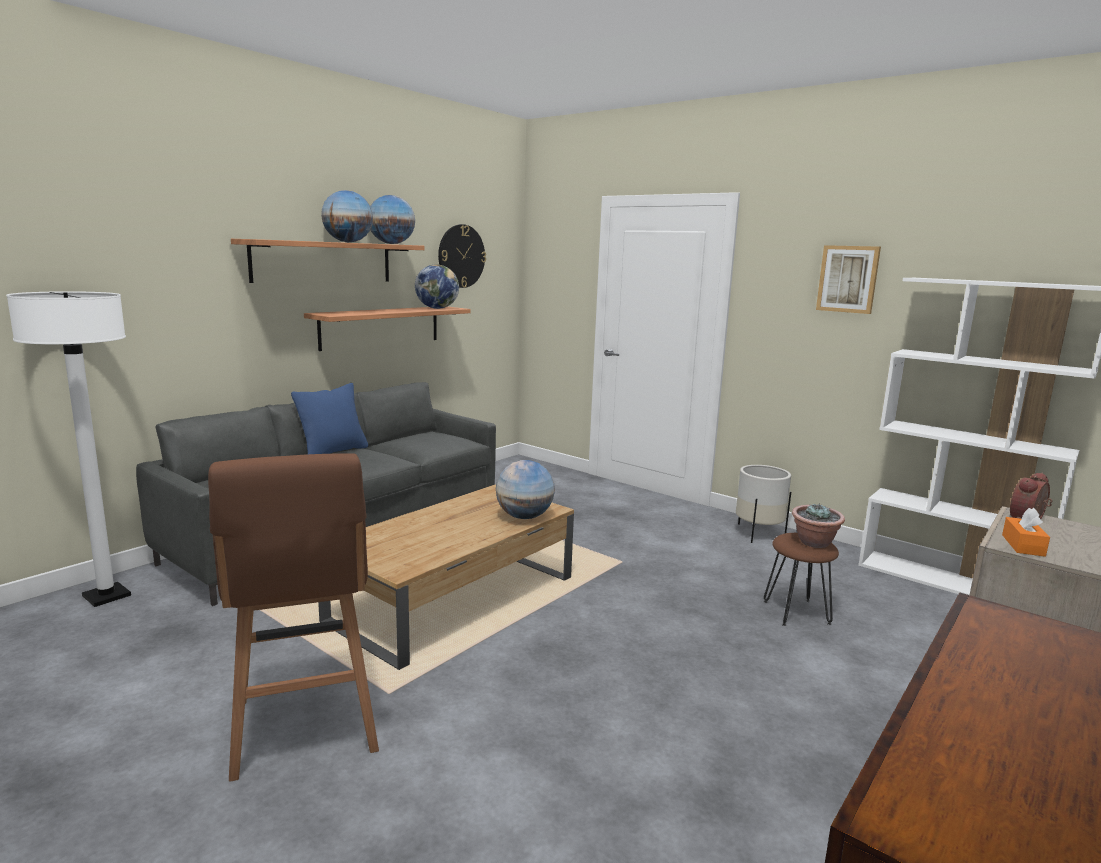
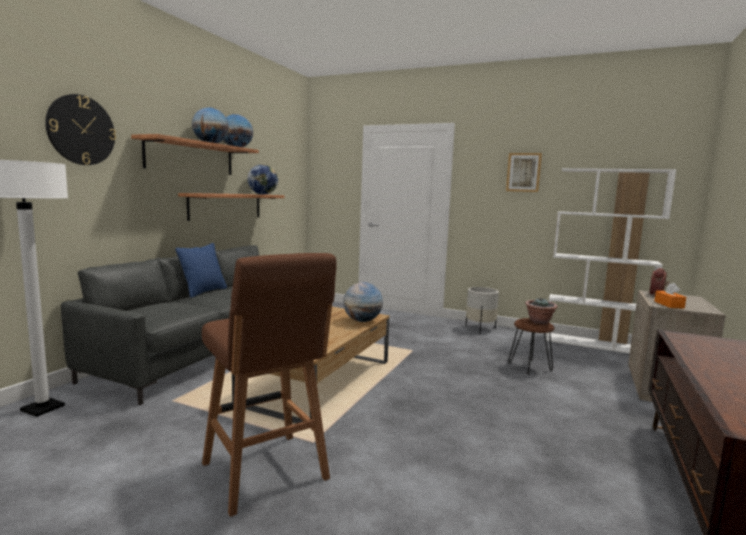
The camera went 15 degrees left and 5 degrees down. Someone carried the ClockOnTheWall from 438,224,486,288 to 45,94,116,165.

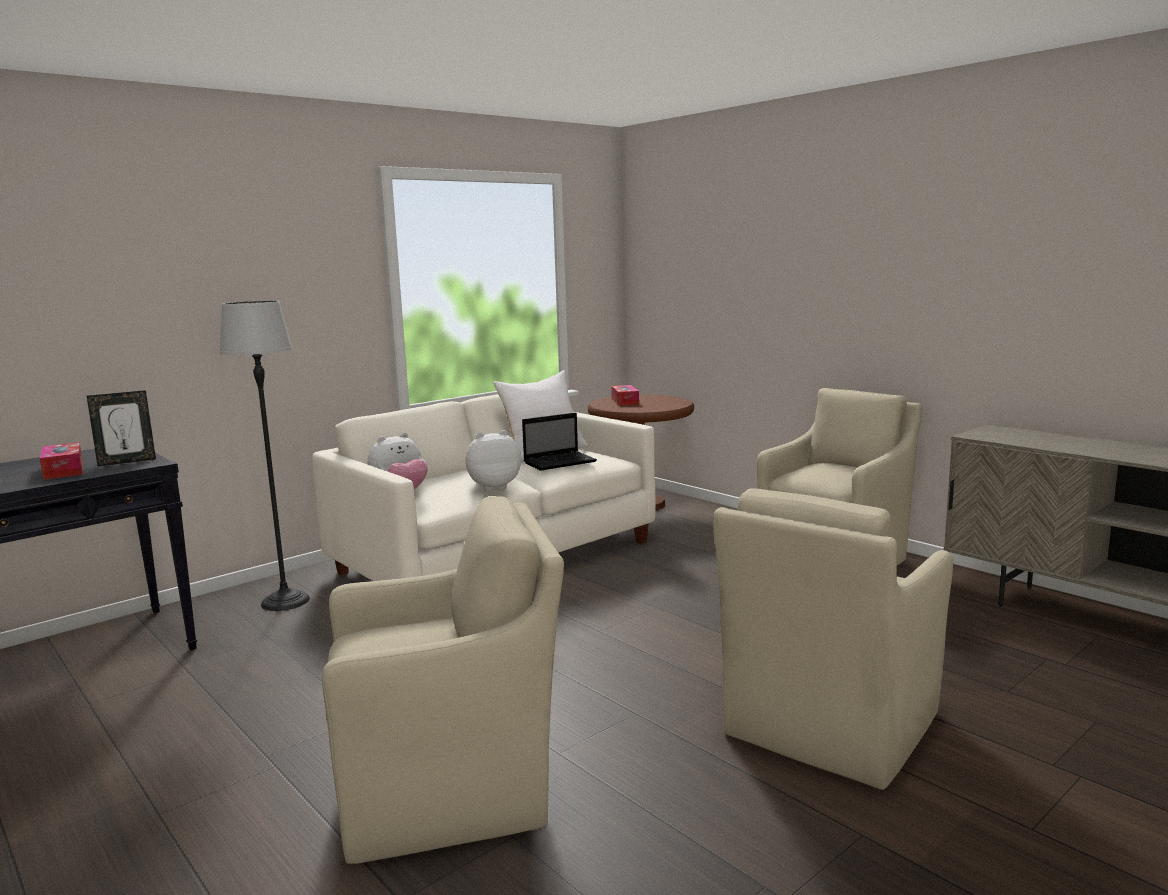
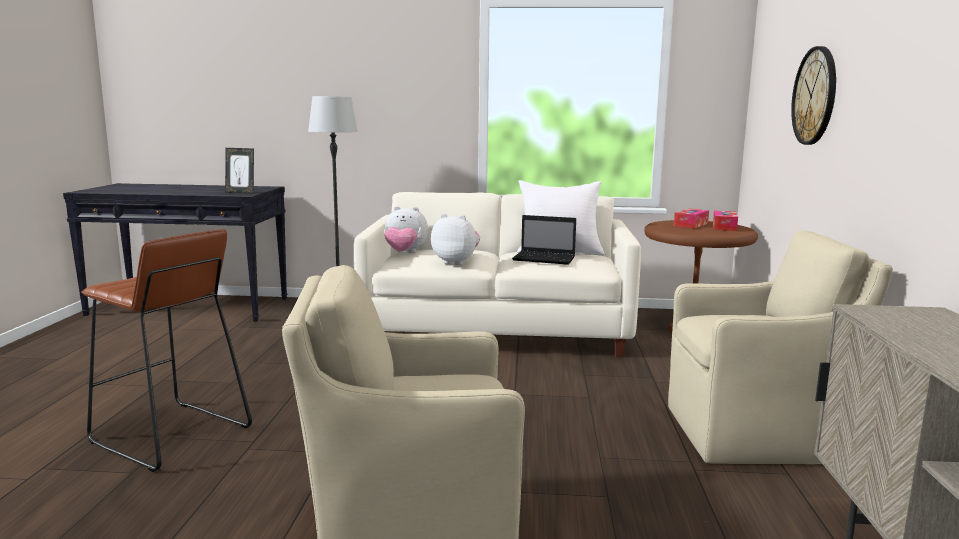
The camera went 45 degrees right and 0 degrees up. Someone put up the ClockOnTheWall at 791,46,836,145. Someone carried the TissueHolder from 40,442,83,480 to 713,211,738,231. Someone swapped the SandColouredEasyChair at 322,496,564,864 for the BrownColouredStool at 81,229,252,472.

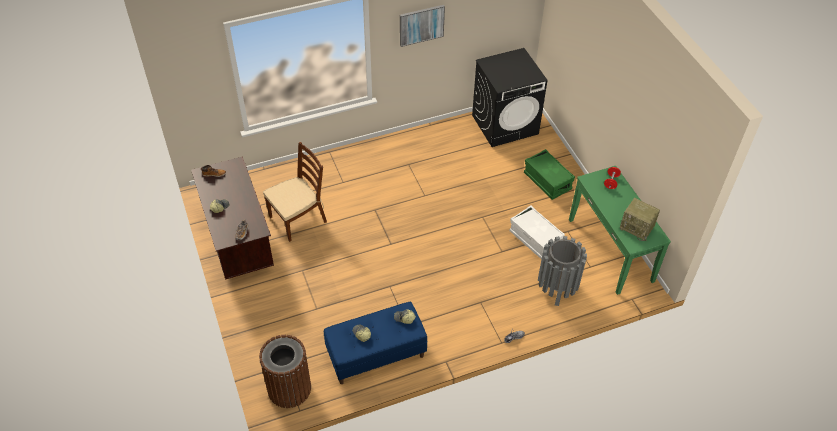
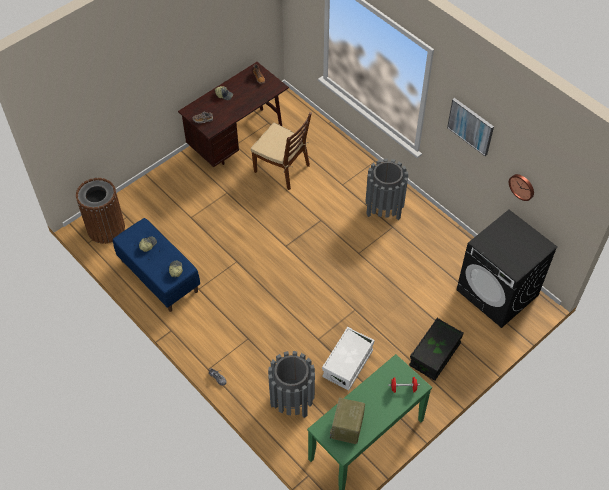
The camera went 70 degrees right and 5 degrees up. Someone put down the GrayWasteBin at 365,159,408,220. Someone put up the ClockOnTheWall at 509,174,534,201. Someone repainted the GreenStorageBin at 524,149,575,200, which became the BlackStorageBin at 409,318,464,381.

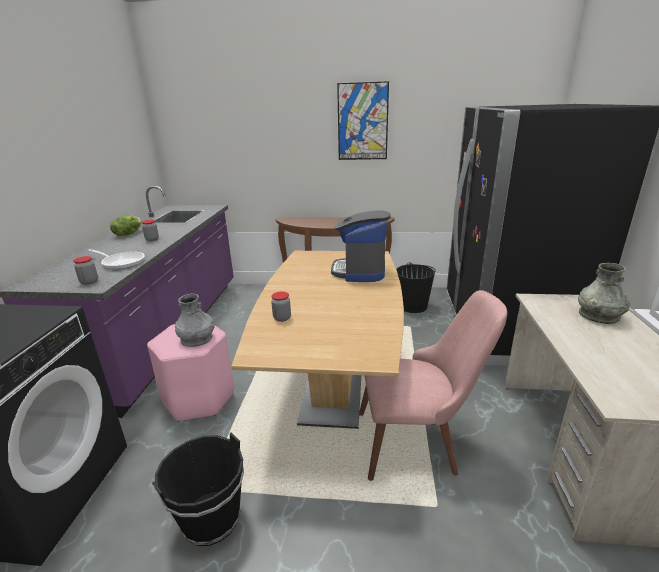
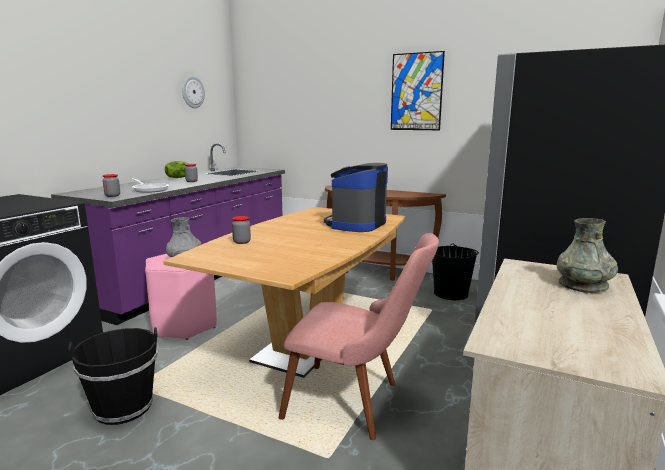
The camera went 20 degrees right and 10 degrees down. Someone put up the ClockOnTheWall at 182,76,205,108.

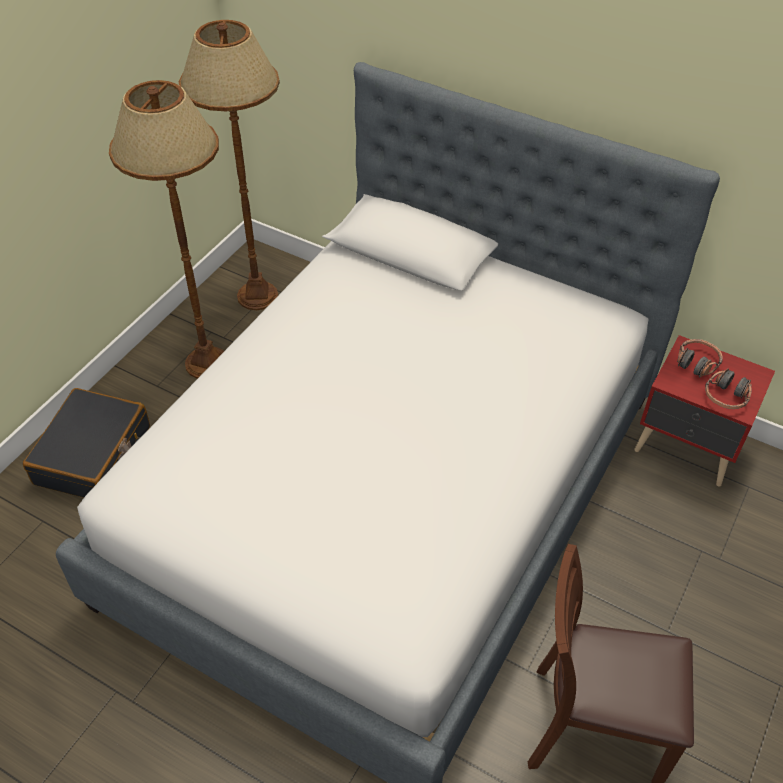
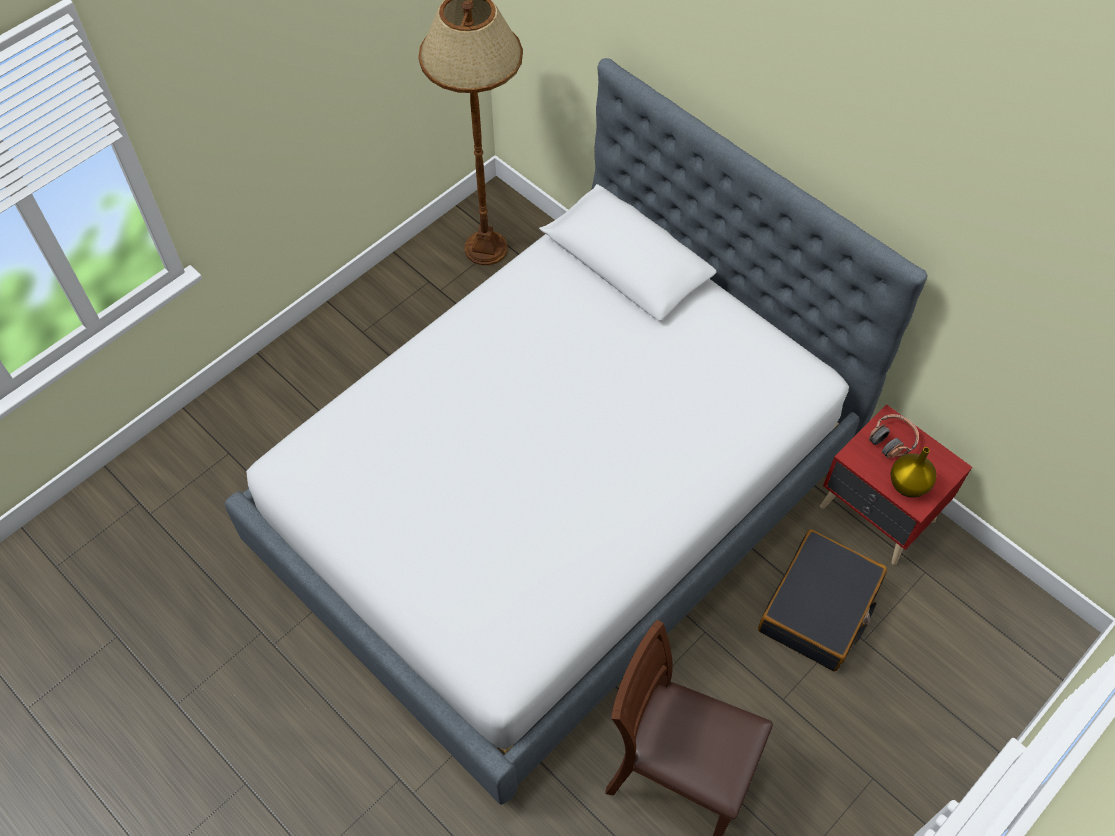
The camera went 15 degrees right and 10 degrees up. Someone took away the BrownColouredStandingLamp at 109,80,224,379. Someone carried the BlackSuitcase from 23,388,150,498 to 758,530,887,671. Someone swapped the Headset at 705,368,752,409 for the YellowishFlowerVase at 890,447,936,498.

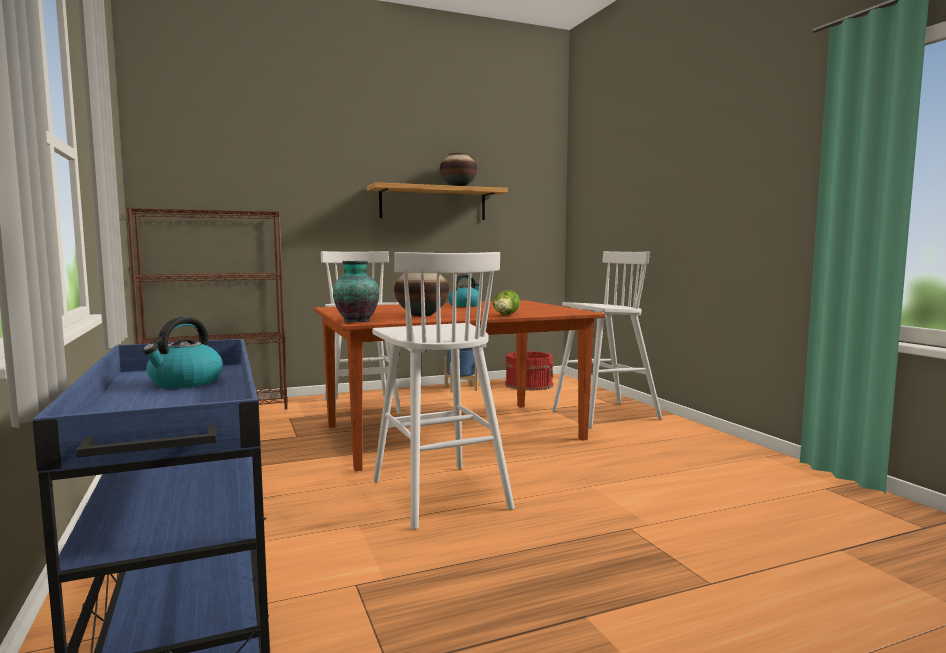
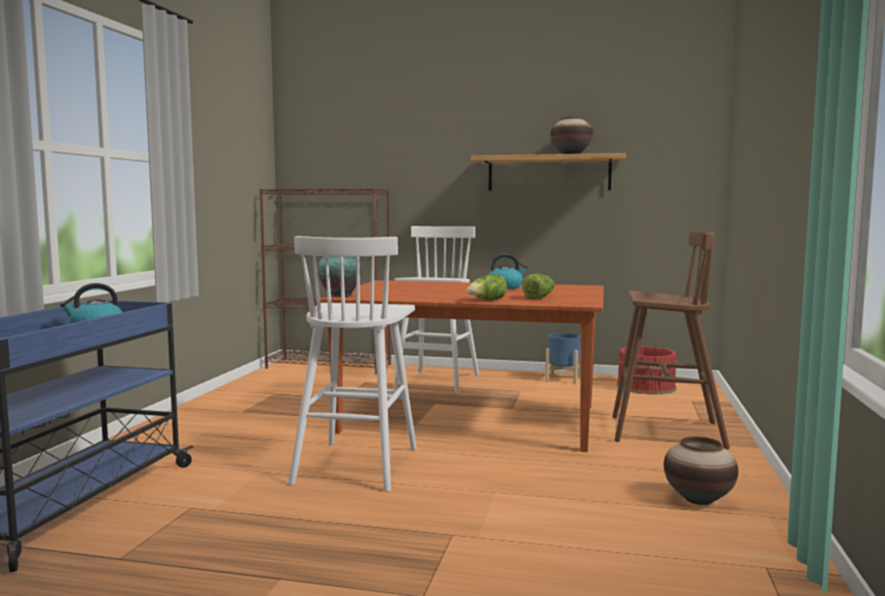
The camera went 35 degrees right and 0 degrees up. Someone put down the LettuceHead at 522,273,554,299. Someone carried the FlowerVase from 394,273,449,317 to 664,436,738,505. Someone repainted the WhiteStool at 552,251,662,428, which became the BrownColouredStool at 612,231,730,449.

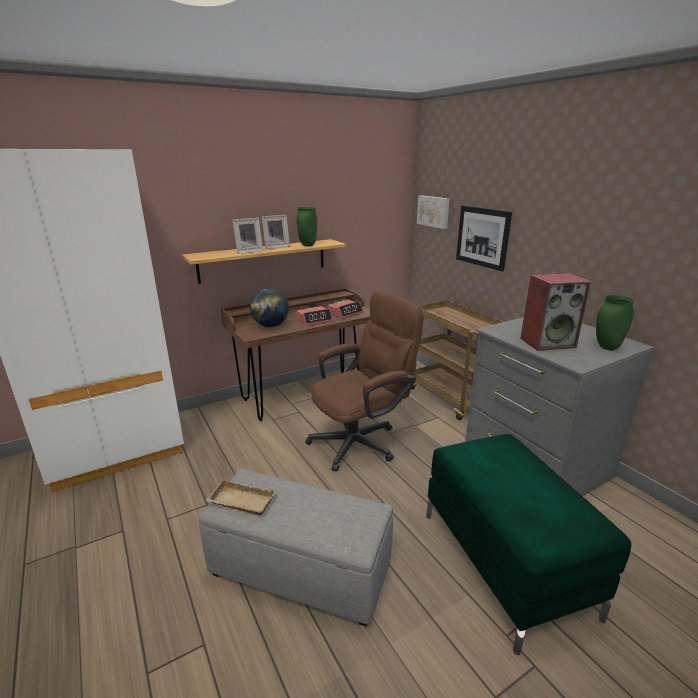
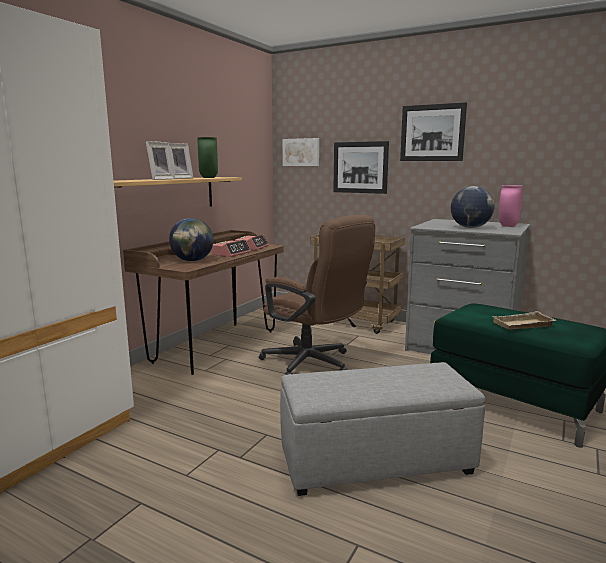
The camera went 30 degrees left and 10 degrees down. Someone put up the WallArt at 400,102,467,161. Someone carried the SandColouredServingTray from 206,479,276,516 to 492,311,556,329. Someone swapped the AudioSpeaker at 520,273,591,351 for the DeskGlobe at 451,186,494,228. Someone repainted the GreenFlowerVase at 596,295,634,351, which became the PinkFlowerVase at 499,185,523,227. Someone rotated the BrownColouredDeskChair at 305,291,424,472 by 105 degrees clockwise.

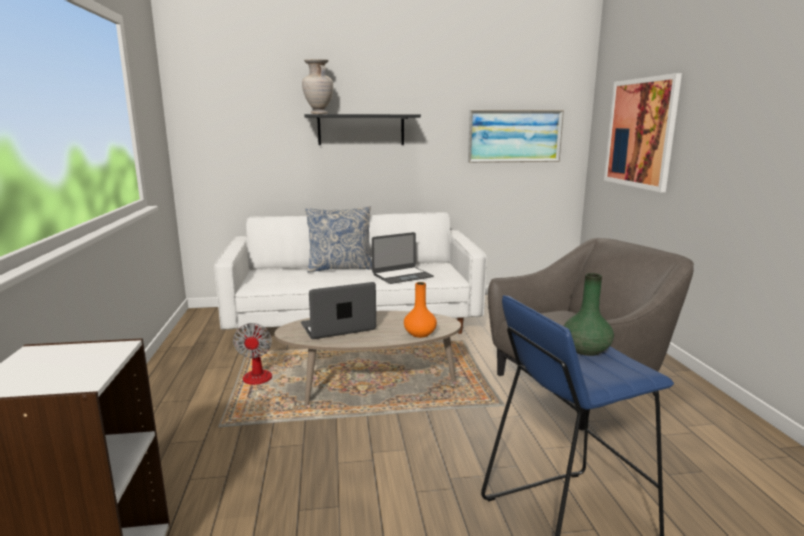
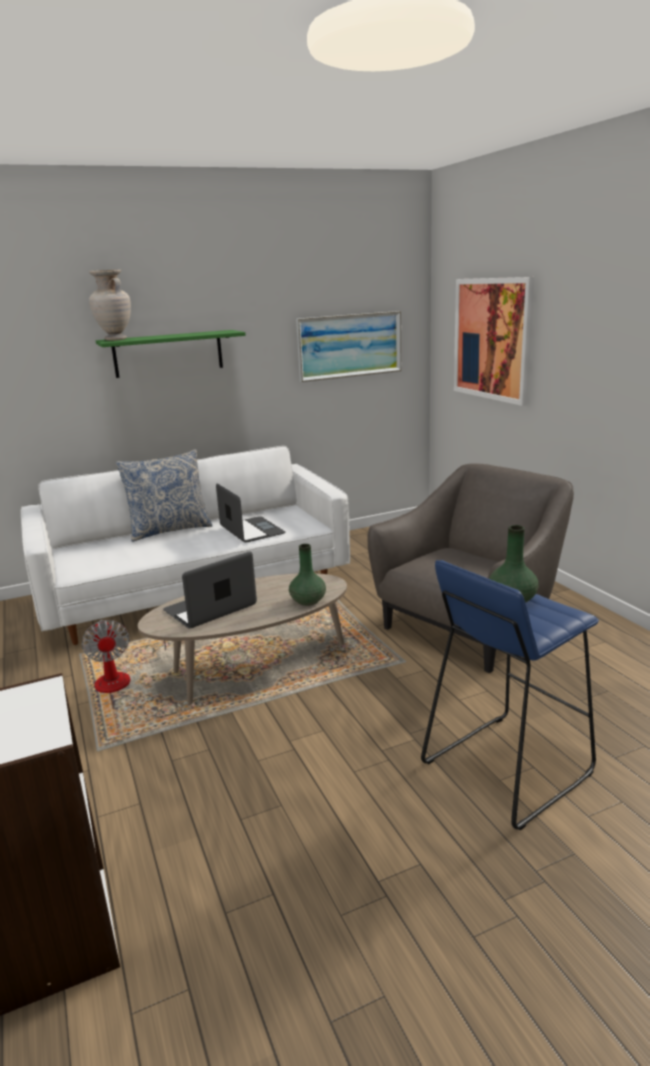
The camera went 15 degrees left and 5 degrees up. Someone repainted the BlackShelf at 304,114,421,145, which became the GreenShelf at 96,330,246,378. Someone repainted the OrangeColouredFlowerVase at 404,282,437,338, which became the GreenFlowerVase at 289,544,326,606. Someone rotated the Laptop at 372,232,434,284 by 75 degrees counterclockwise.

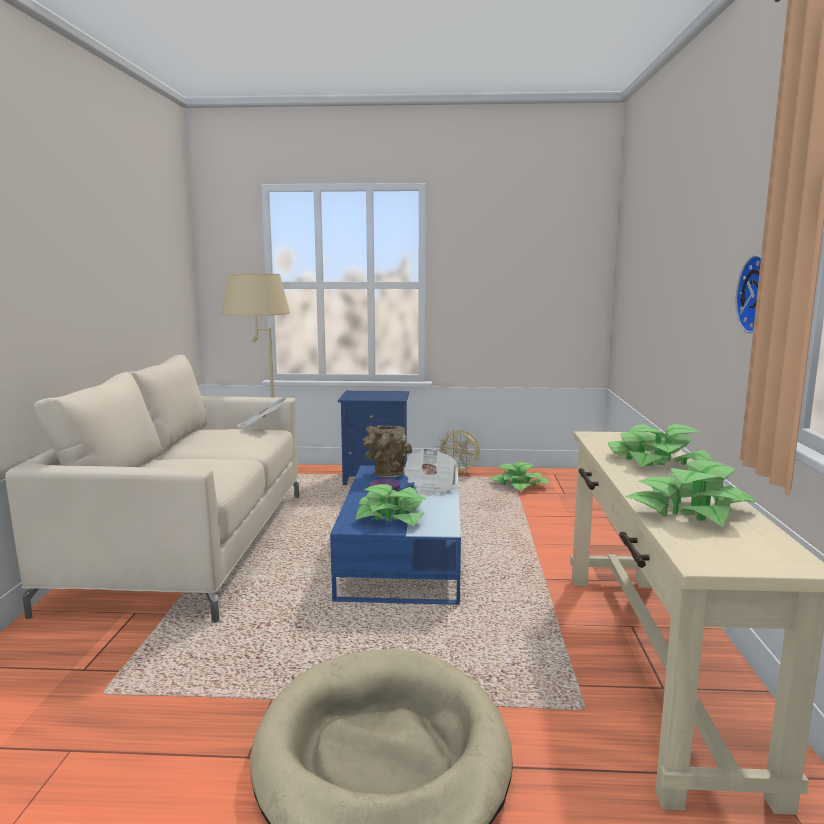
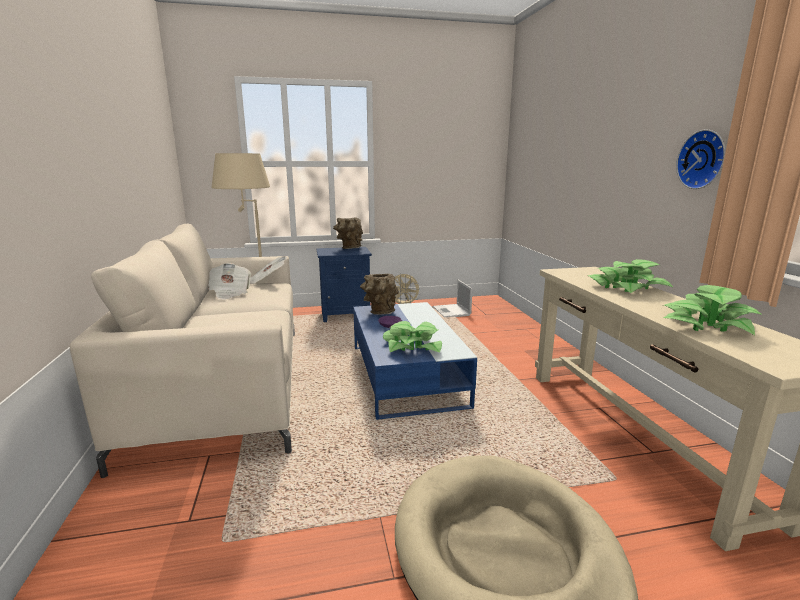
The camera went 15 degrees left and 5 degrees up. Someone put down the BrownColouredFlowerVase at 333,217,363,249. Someone carried the Newspaper from 403,448,458,496 to 208,263,251,300. Someone swapped the PlantInAPot at 490,462,549,491 for the Laptop at 433,280,473,317.

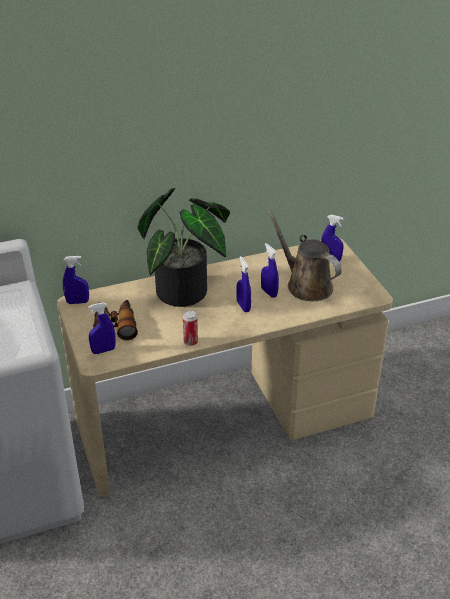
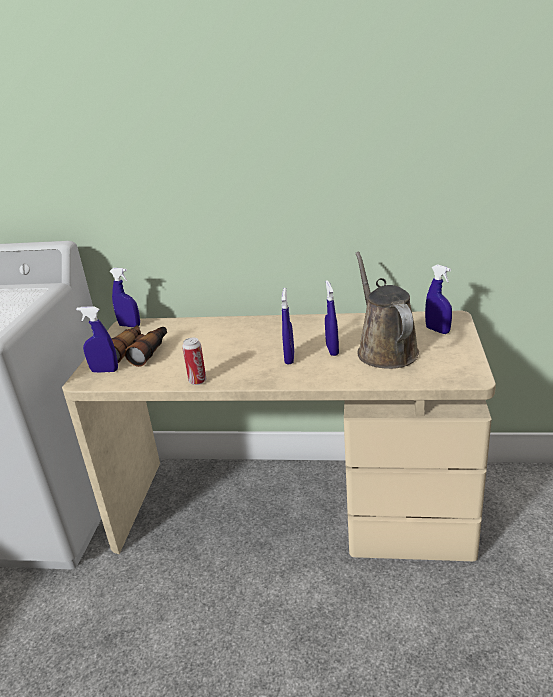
The camera went 30 degrees right and 10 degrees down. Someone took away the PlantInAPot at 138,188,230,307.

